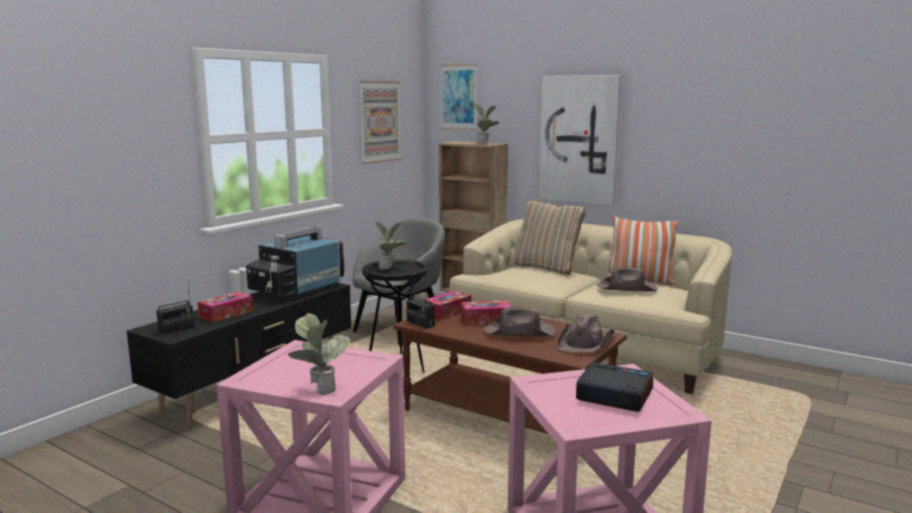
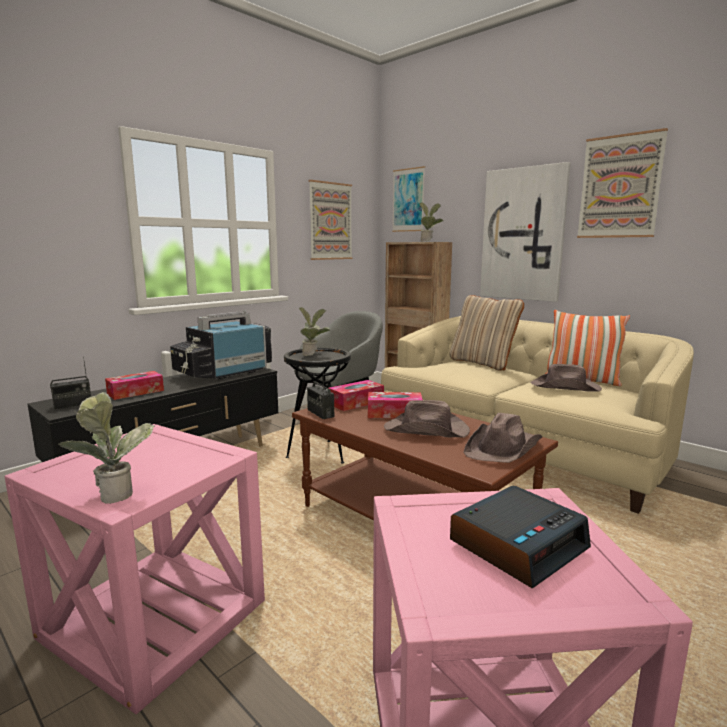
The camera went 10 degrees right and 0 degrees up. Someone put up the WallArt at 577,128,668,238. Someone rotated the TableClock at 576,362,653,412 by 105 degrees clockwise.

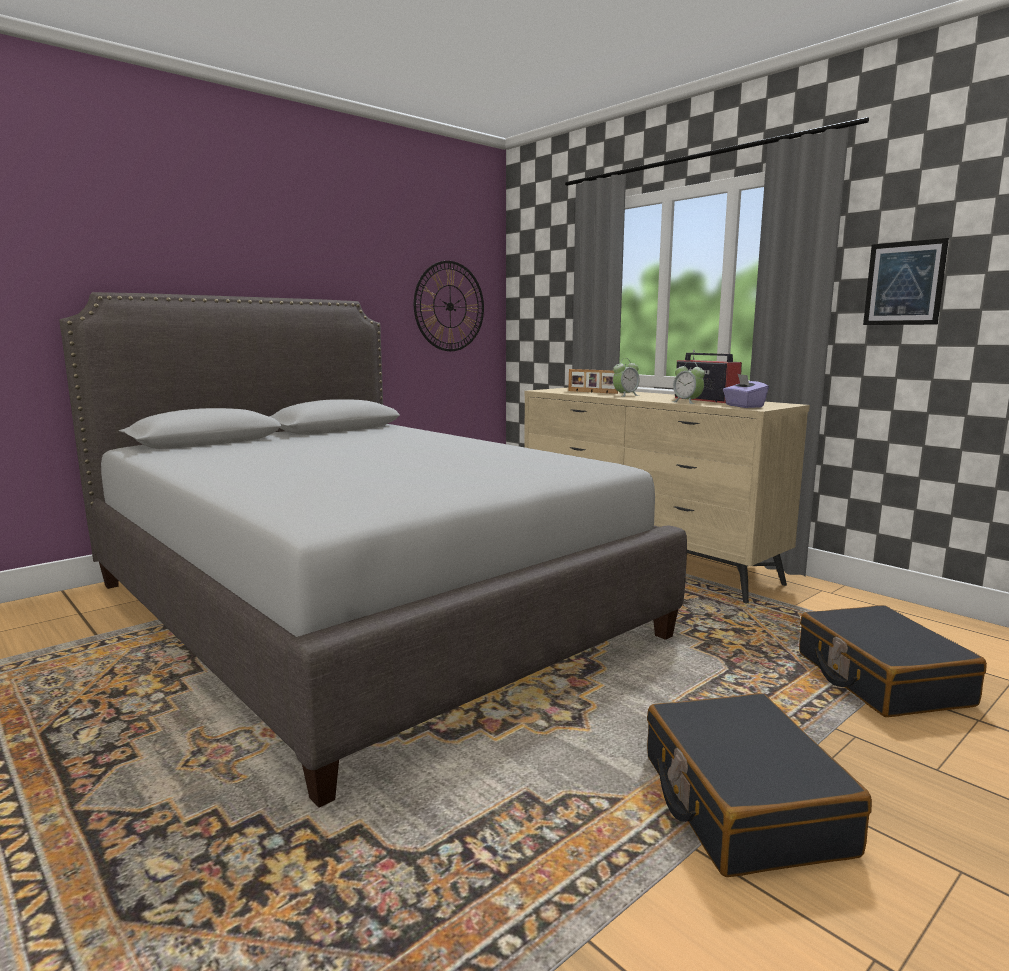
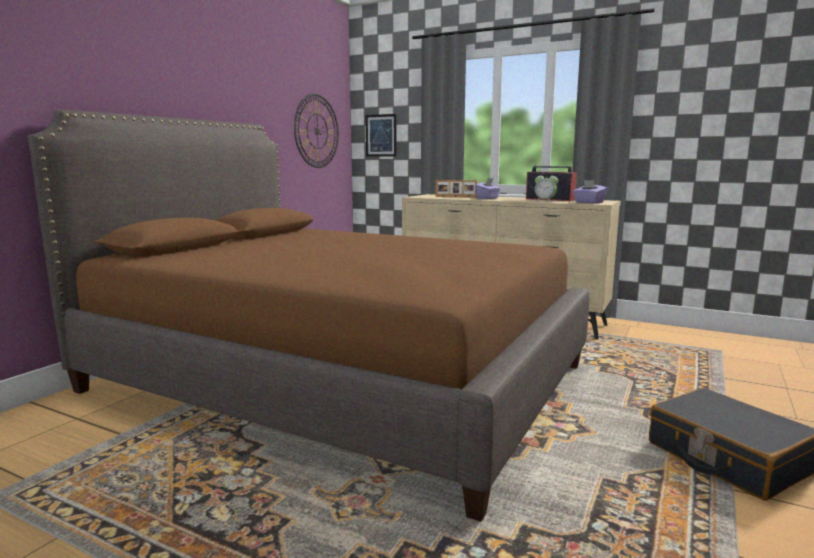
The camera went 20 degrees left and 0 degrees up. Someone took away the BlackSuitcase at 799,605,987,717. Someone carried the WallArt from 863,238,949,325 to 366,114,397,156. Someone swapped the TableClock at 613,359,639,397 for the PurplishTissueHolder at 475,178,501,199. Someone repainted the GrayBedroomBed at 59,292,687,808, which became the BrownColouredBedroomBed at 28,109,589,522.

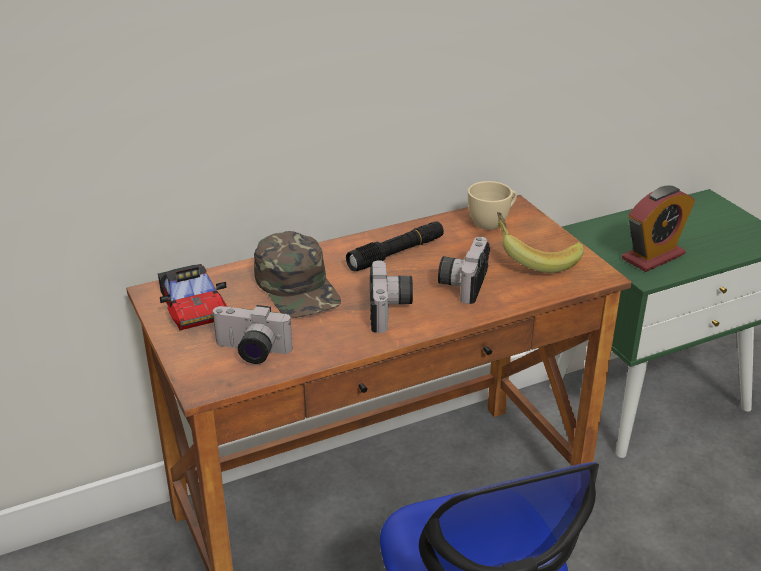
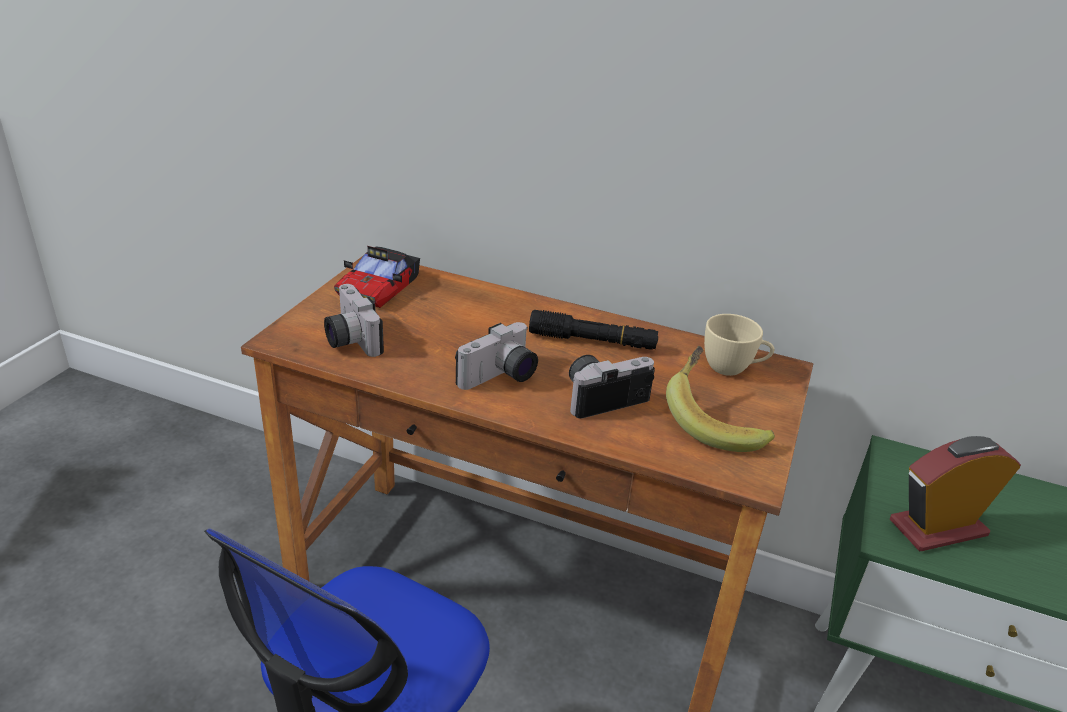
The camera went 45 degrees right and 0 degrees up. Someone took away the GreenPeakedCap at 254,231,341,318. Someone rotated the TableClock at 622,185,695,272 by 150 degrees clockwise.

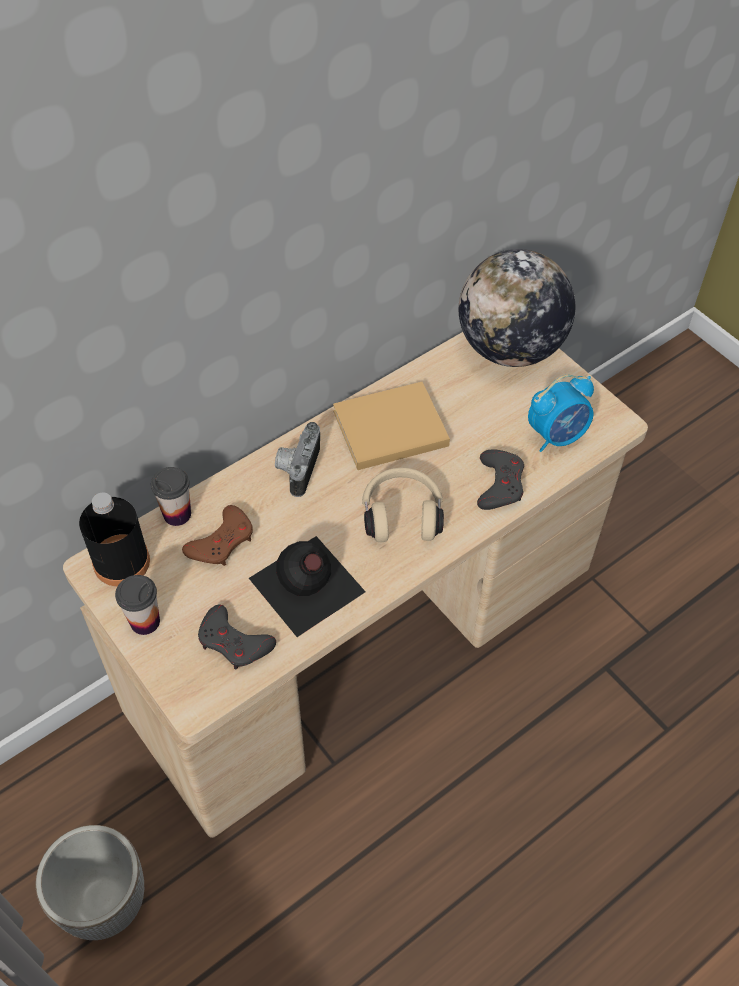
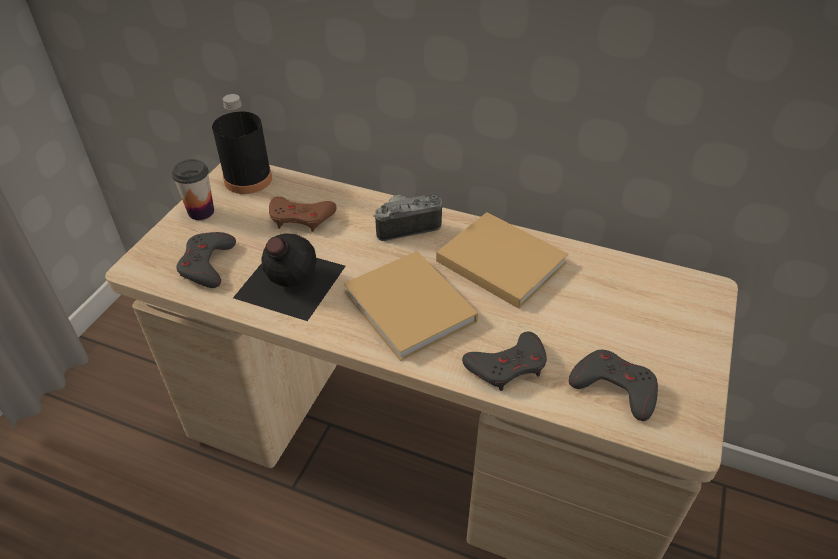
The camera went 60 degrees right and 10 degrees down. Someone took away the FlowerPot at 36,825,144,940. Someone took away the Cup at 151,467,191,526. Someone took away the DeskGlobe at 459,249,575,367. Someone swapped the SandColouredHeadset at 362,468,444,542 for the SandColouredVolume at 344,251,478,361. Someone swapped the TableClock at 528,375,594,452 for the GrayGamepad at 569,350,658,421.

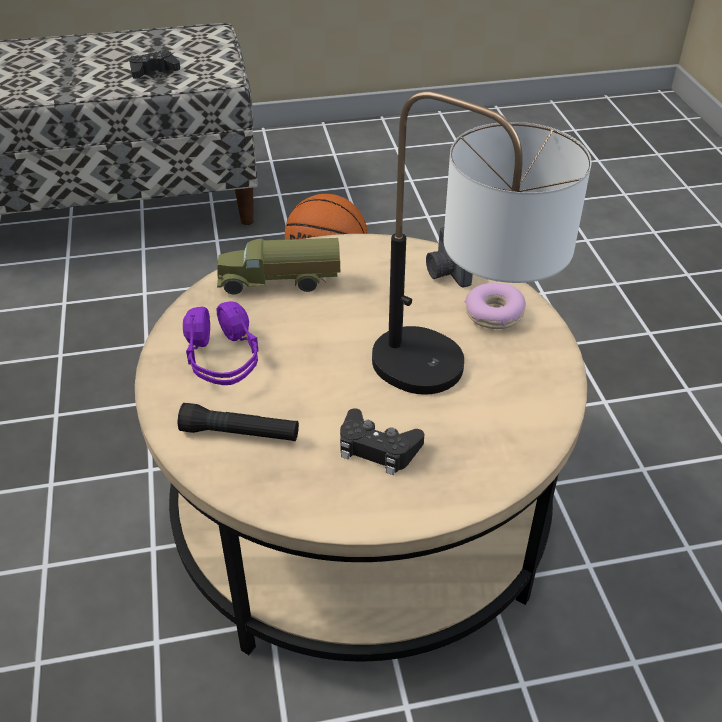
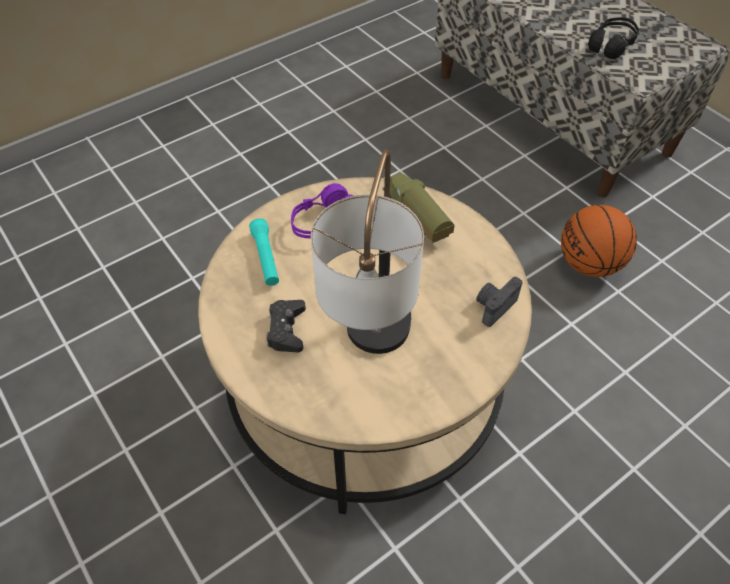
The camera went 65 degrees right and 10 degrees up. Someone took away the Doughnut at 464,282,526,329. Someone swapped the BlackGamepad at 129,50,180,79 for the BlackHeadset at 588,17,639,59. Someone repainted the BlackTorch at 178,403,299,441, which became the TurquoiseTorch at 249,218,279,286.

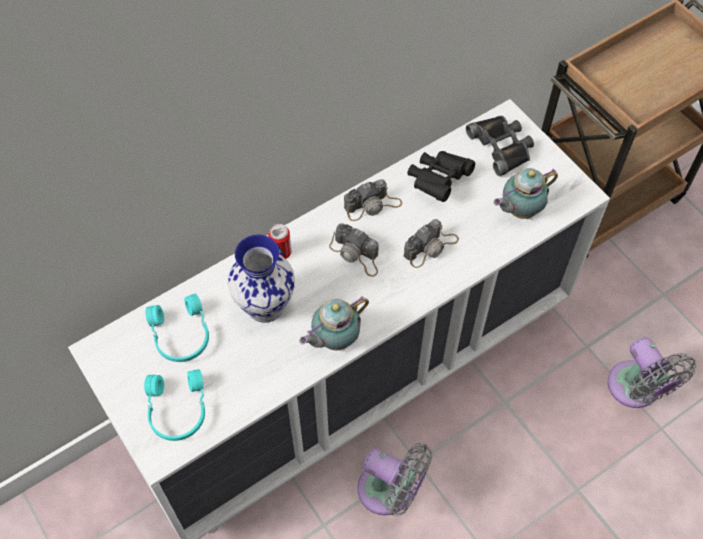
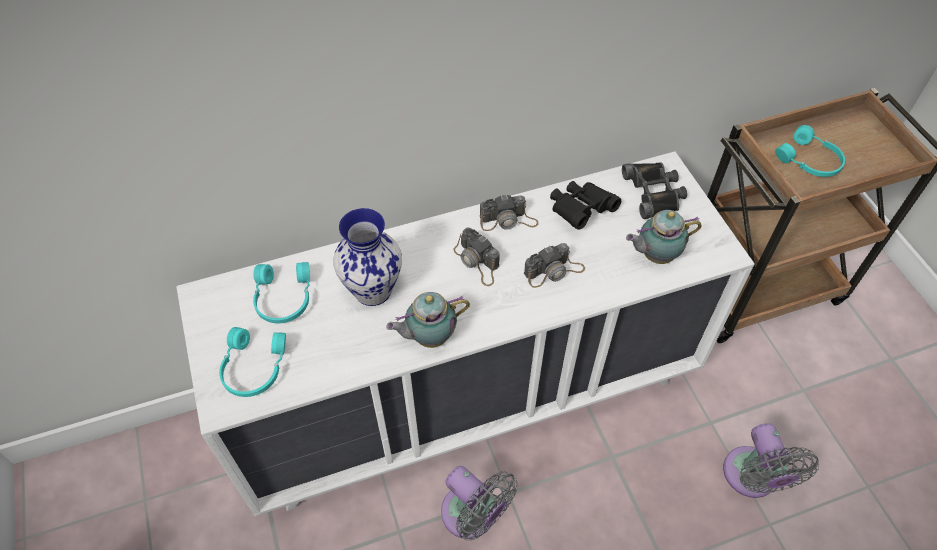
The camera went 15 degrees right and 5 degrees down. Someone took away the MetalCan at 268,224,292,259. Someone put down the TurquoiseHeadset at 775,125,845,177.

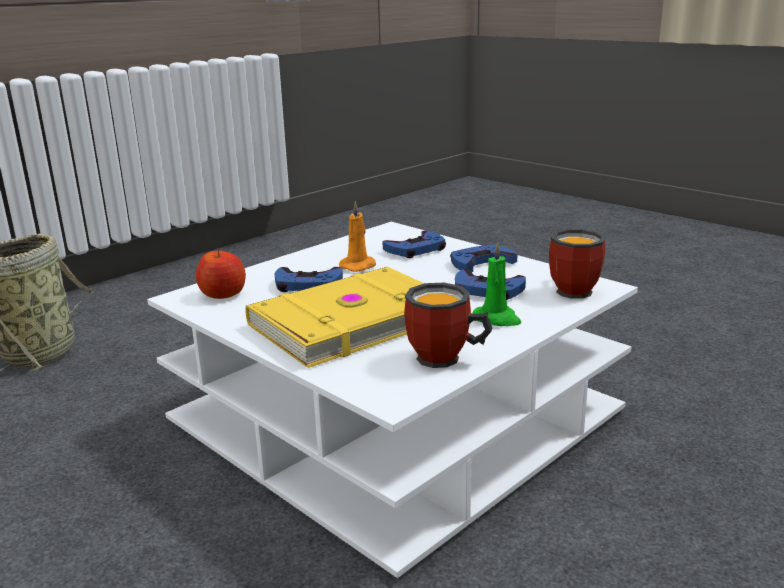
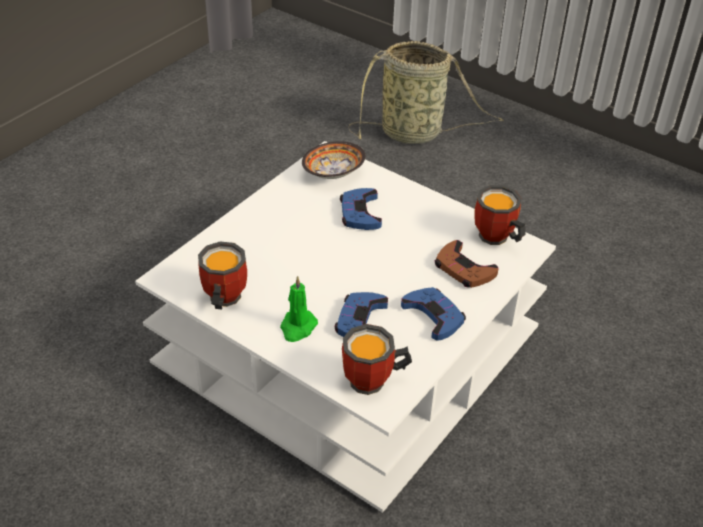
The camera went 80 degrees right and 20 degrees up. Someone took away the YellowishVolume at 245,267,424,368. Someone took away the OrangeColouredWaxLight at 339,201,376,272. Someone put down the Mug at 474,185,526,245. Someone swapped the WholeApple at 196,248,246,299 for the Bowl at 302,141,366,179. Someone repainted the BluishGamepad at 382,231,446,258, which became the BrownColouredGamepad at 435,240,499,288.

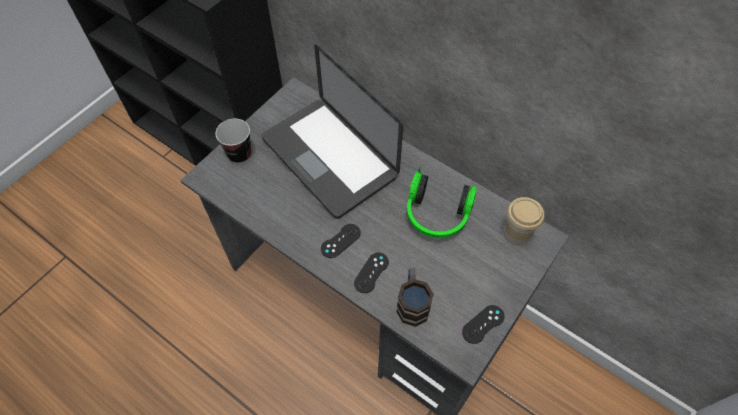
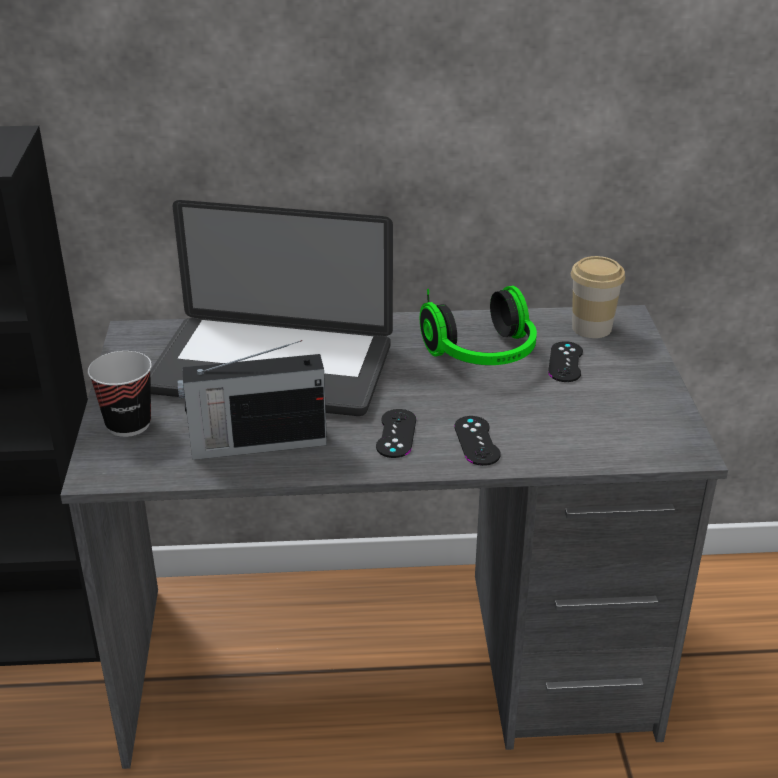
The camera went 40 degrees left and 25 degrees down. Someone took away the Mug at 396,268,434,327. Someone put down the RadioReceiver at 177,340,327,460. Someone carried the BlackGamepad from 462,305,505,344 to 548,341,583,382.

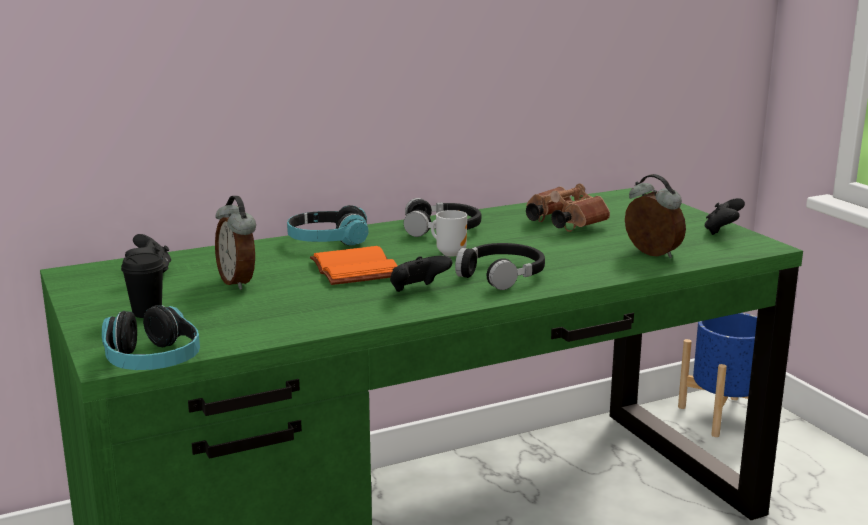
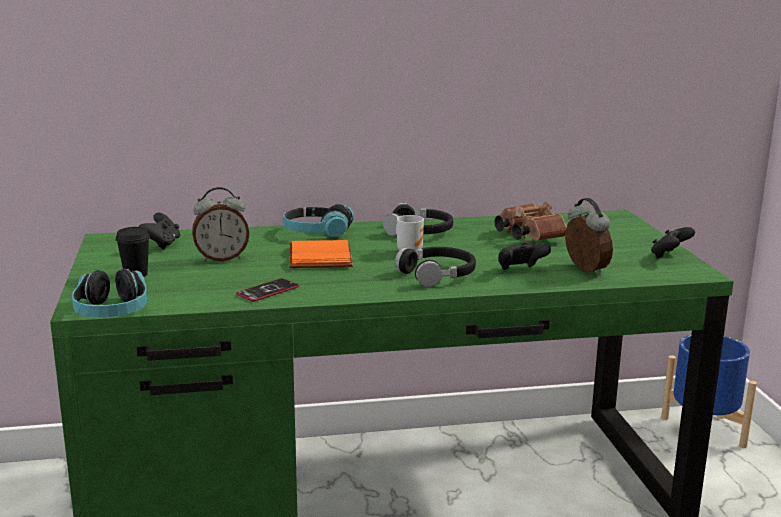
The camera went 15 degrees right and 0 degrees up. Someone put down the Phone at 236,278,299,302. Someone carried the BlackGamepad from 390,255,452,292 to 498,243,551,270. Someone rotated the TableClock at 215,196,256,290 by 90 degrees counterclockwise.

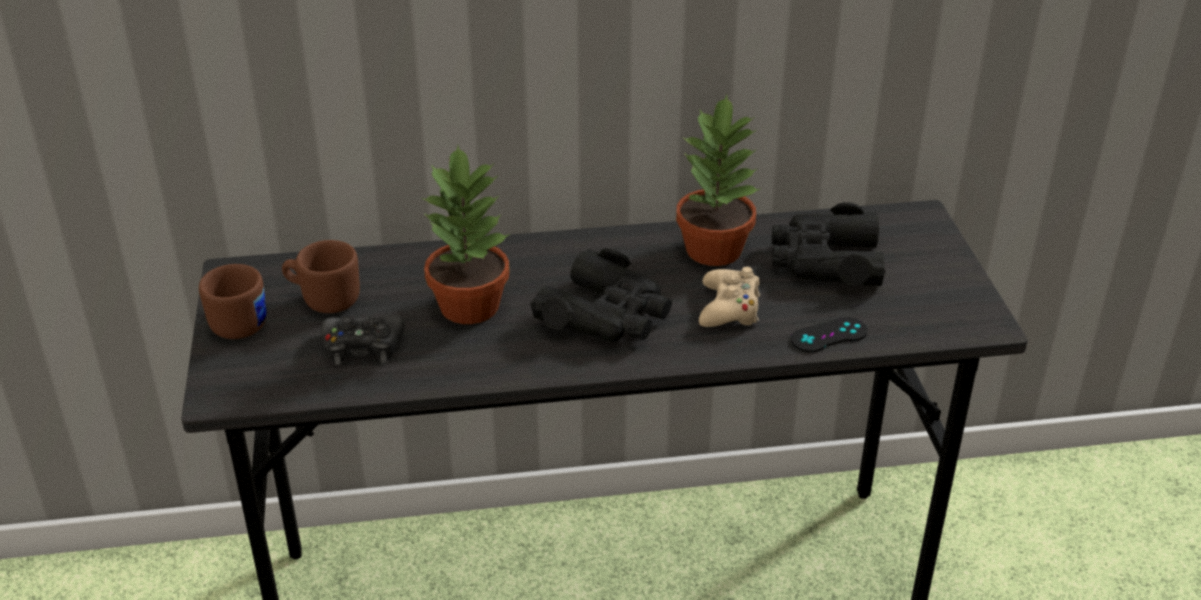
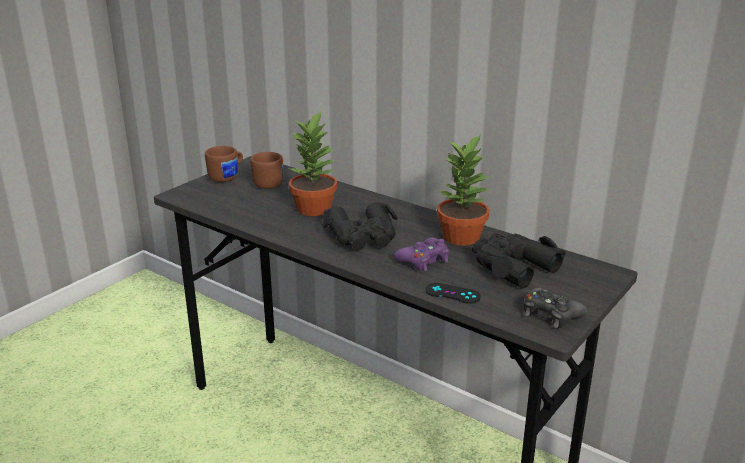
The camera went 45 degrees right and 10 degrees down. Someone carried the BlackGamepad from 321,314,405,365 to 524,287,587,328. Someone repainted the SandColouredGamepad at 699,267,760,327, which became the PurplishGamepad at 394,238,449,271.

